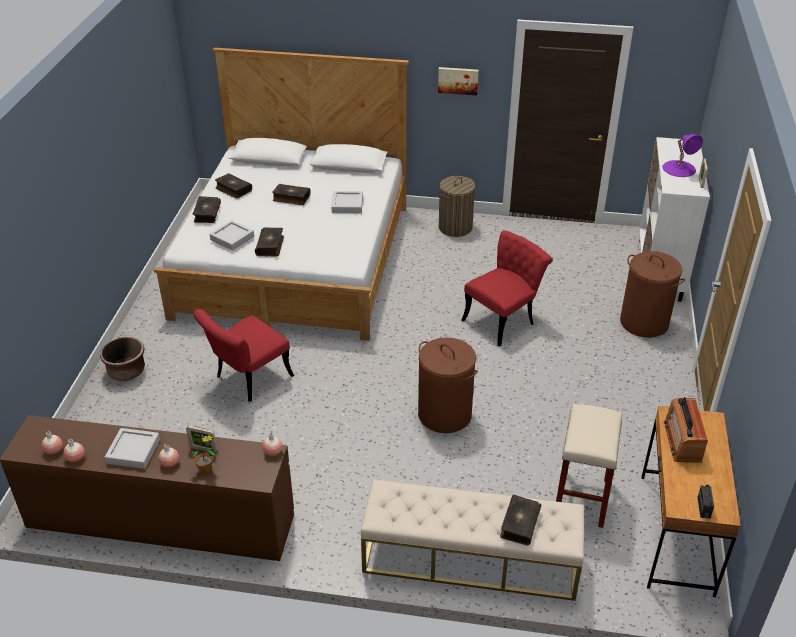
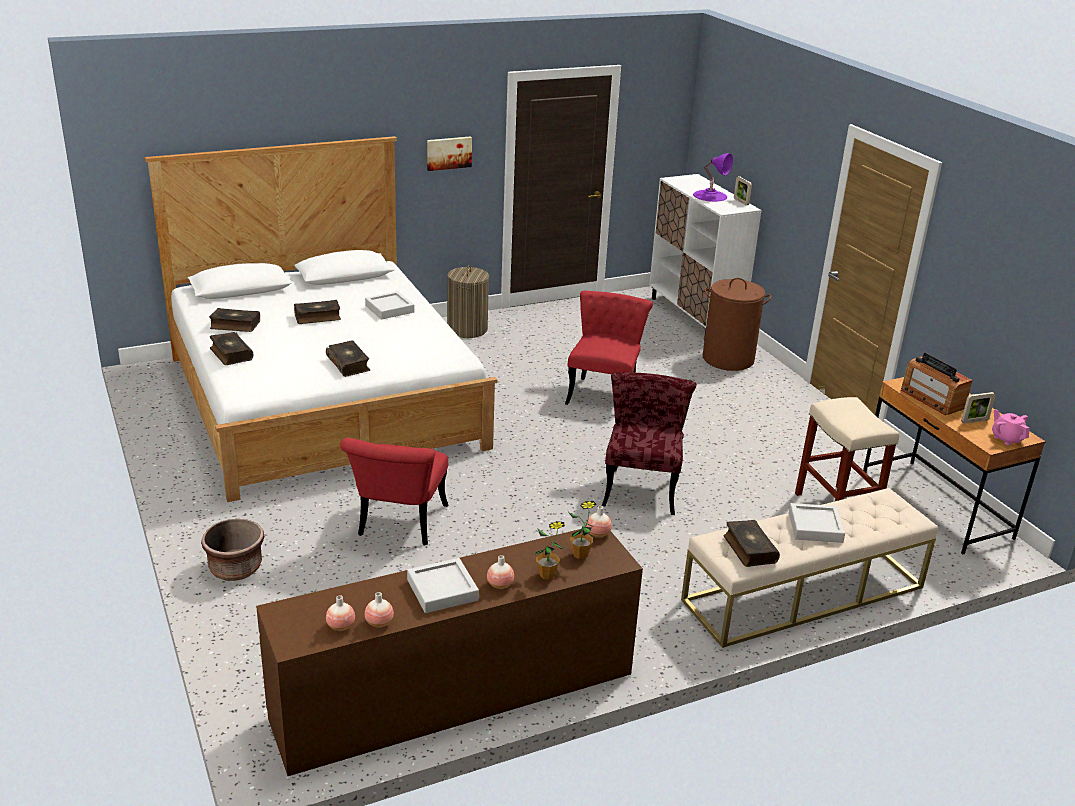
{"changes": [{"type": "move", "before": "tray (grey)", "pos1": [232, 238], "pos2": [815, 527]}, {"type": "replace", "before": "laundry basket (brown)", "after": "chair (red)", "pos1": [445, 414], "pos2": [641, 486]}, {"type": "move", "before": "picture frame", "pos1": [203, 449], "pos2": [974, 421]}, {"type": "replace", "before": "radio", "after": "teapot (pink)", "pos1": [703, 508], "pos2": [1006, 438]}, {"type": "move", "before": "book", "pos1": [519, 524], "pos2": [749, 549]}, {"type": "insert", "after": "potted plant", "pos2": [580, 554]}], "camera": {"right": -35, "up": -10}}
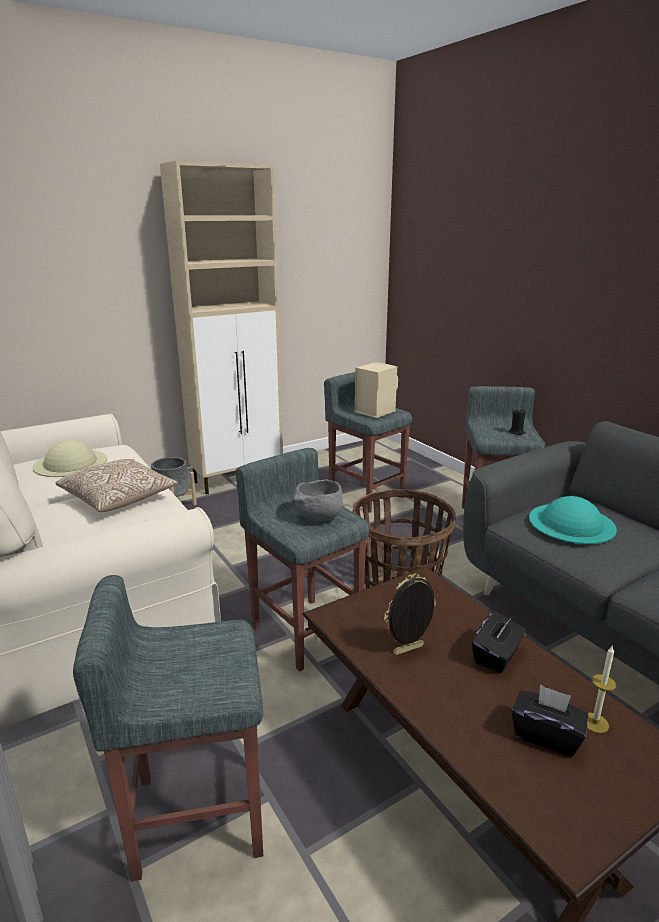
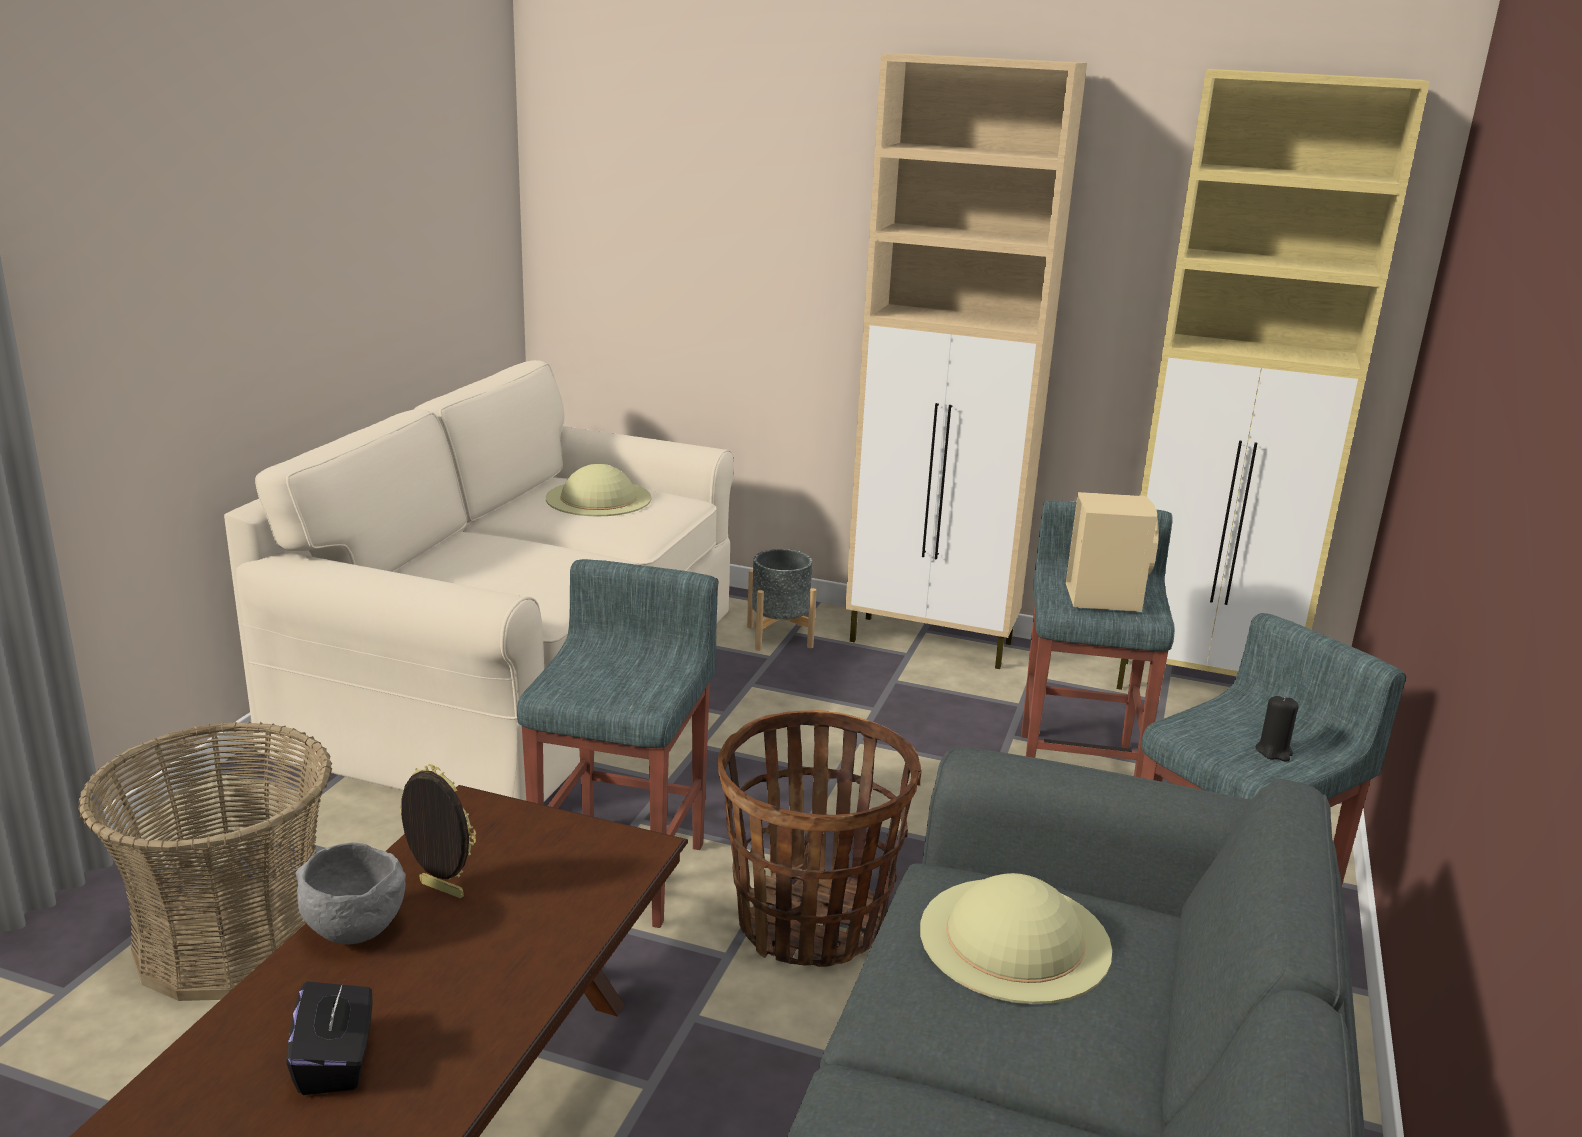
{"changes": [{"type": "delete", "before": "pillow", "pos1": [119, 499]}, {"type": "move", "before": "bowl (grey)", "pos1": [318, 518], "pos2": [352, 929]}, {"type": "recolor", "before": "hat (turquoise)", "after": "hat (beige)", "pos1": [571, 523], "pos2": [1015, 938]}, {"type": "replace", "before": "stool (grey)", "after": "basket", "pos1": [195, 815], "pos2": [232, 939]}, {"type": "delete", "before": "tissue box (black)", "pos1": [497, 656]}, {"type": "delete", "before": "candle", "pos1": [595, 722]}, {"type": "insert", "after": "cabinet (beige)", "pos2": [1203, 690]}], "camera": {"right": 50, "up": 0}}
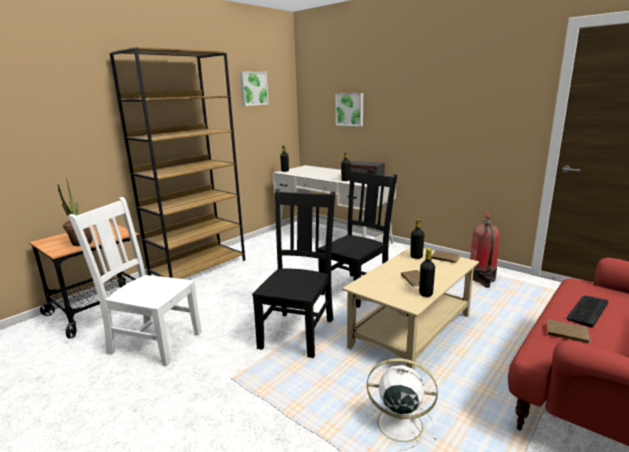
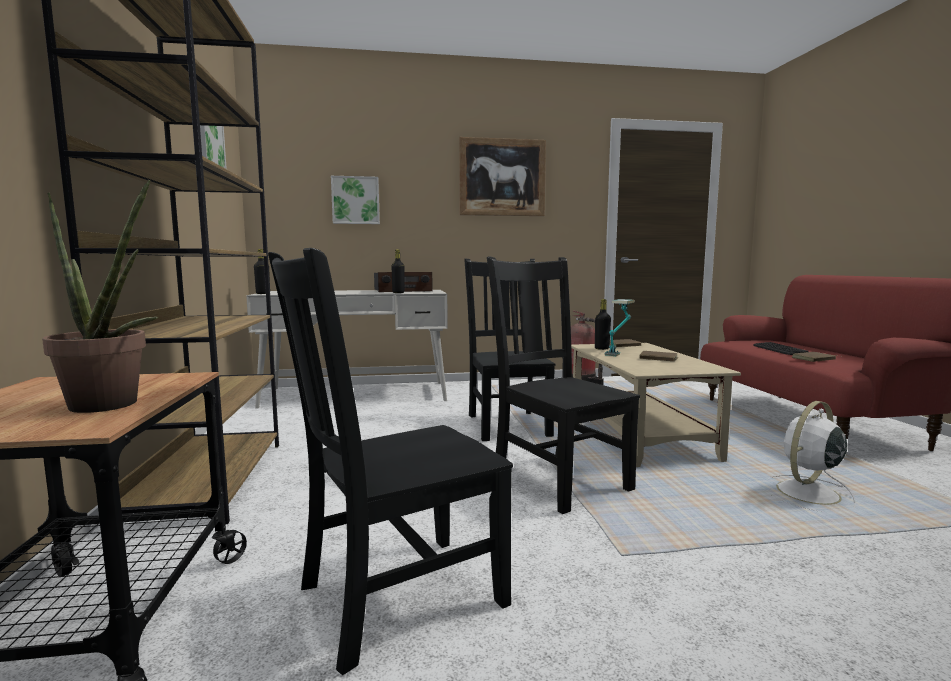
{"changes": [{"type": "recolor", "before": "chair (white)", "after": "chair (black)", "pos1": [153, 342], "pos2": [395, 597]}, {"type": "delete", "before": "bottle (black)", "pos1": [426, 294]}, {"type": "insert", "after": "picture", "pos2": [502, 177]}, {"type": "insert", "after": "table lamp", "pos2": [618, 352]}], "camera": {"right": -50, "up": -10}}
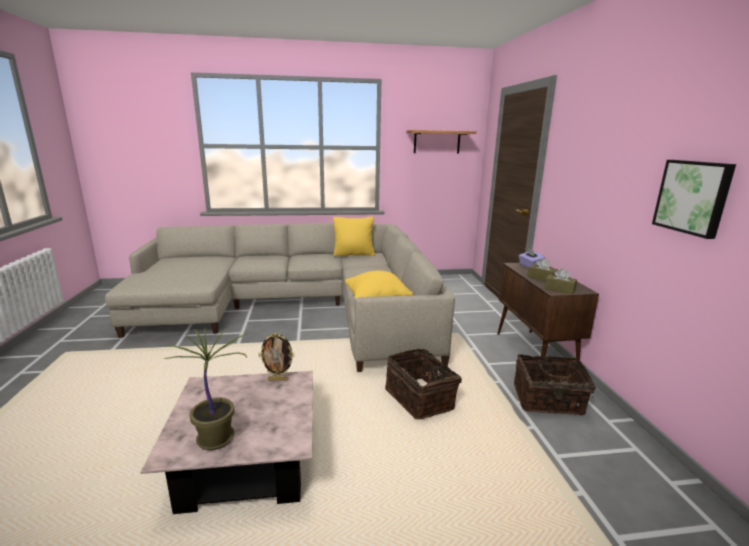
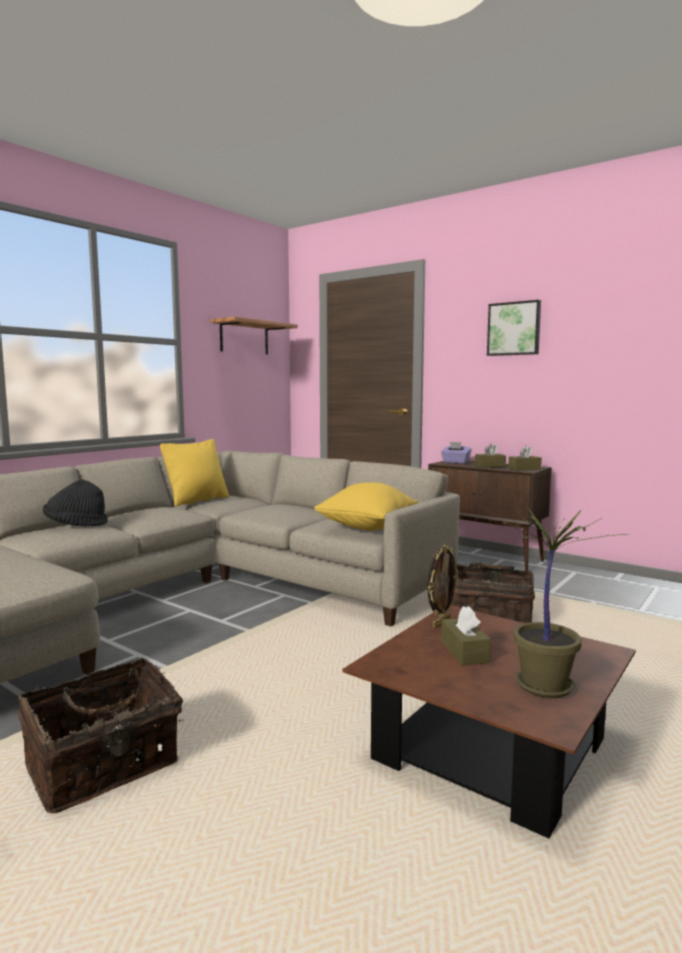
{"changes": [{"type": "move", "before": "picture", "pos1": [693, 197], "pos2": [514, 329]}, {"type": "move", "before": "basket", "pos1": [548, 400], "pos2": [104, 766]}, {"type": "recolor", "before": "coffee table (pink)", "after": "coffee table (brown)", "pos1": [247, 463], "pos2": [490, 749]}, {"type": "insert", "after": "hat (black)", "pos2": [76, 525]}, {"type": "insert", "after": "tissue box (brown)", "pos2": [464, 651]}], "camera": {"right": -45, "up": -10}}
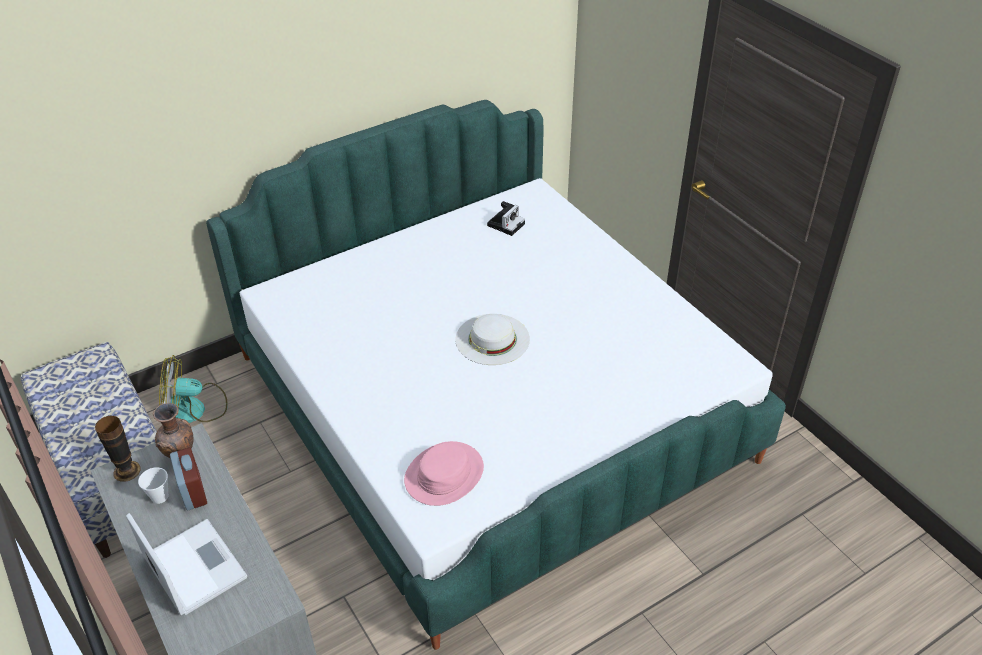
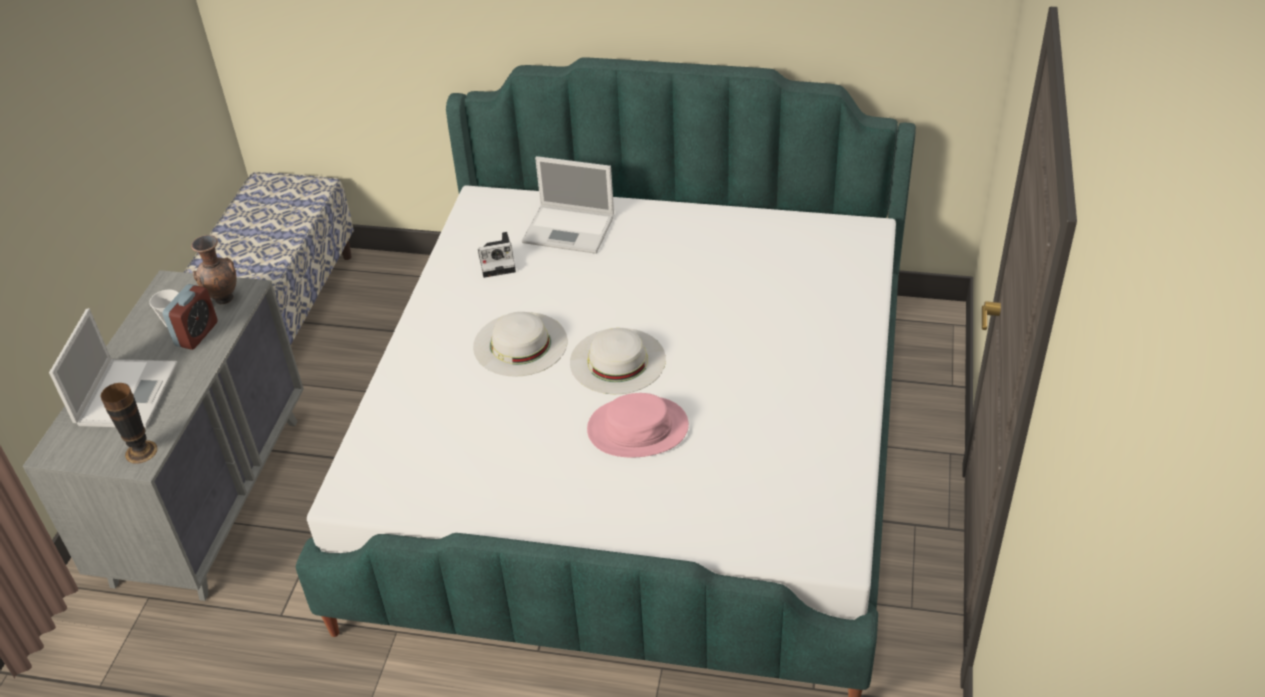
{"changes": [{"type": "move", "before": "photo camera", "pos1": [506, 224], "pos2": [498, 261]}, {"type": "delete", "before": "fan", "pos1": [195, 408]}, {"type": "move", "before": "vase", "pos1": [127, 471], "pos2": [141, 451]}, {"type": "move", "before": "hat (pink)", "pos1": [444, 474], "pos2": [637, 428]}, {"type": "insert", "after": "laptop", "pos2": [570, 229]}, {"type": "insert", "after": "hat (white)", "pos2": [520, 344]}], "camera": {"right": 45, "up": 0}}
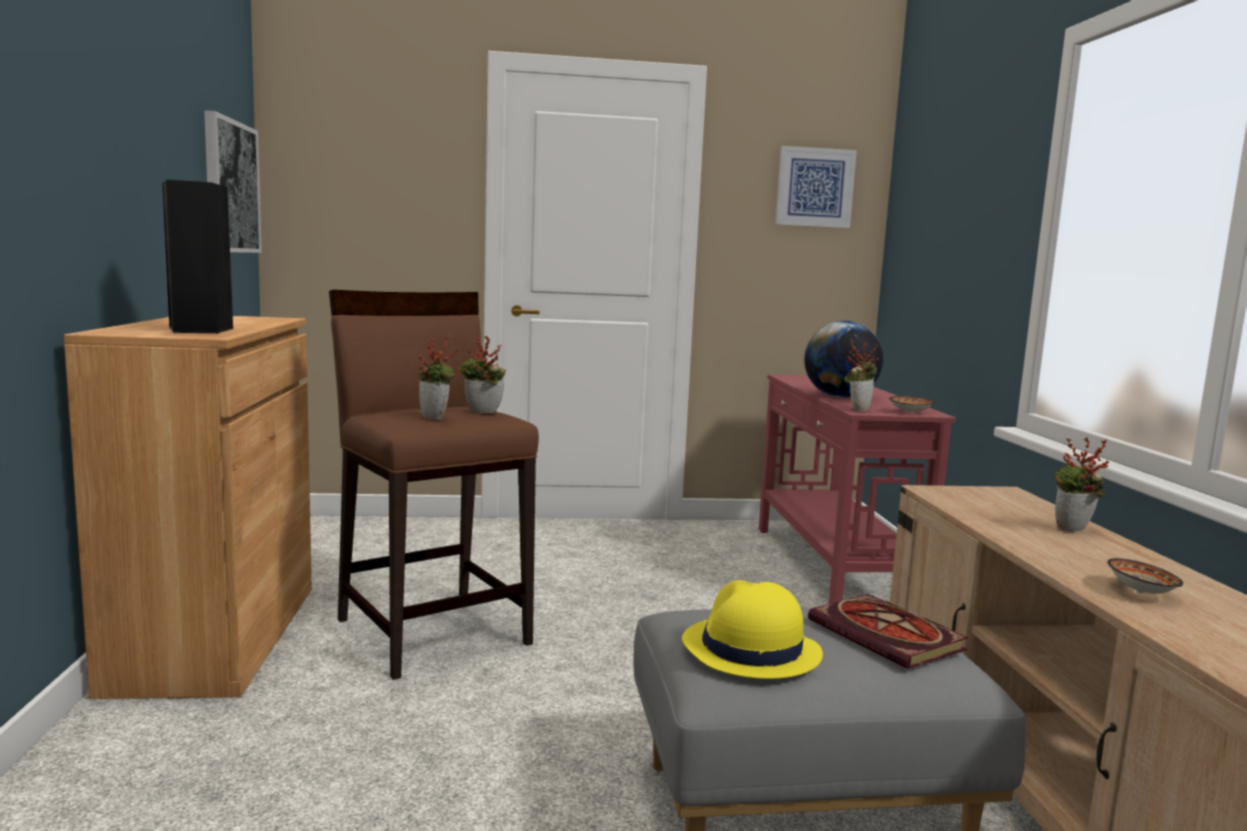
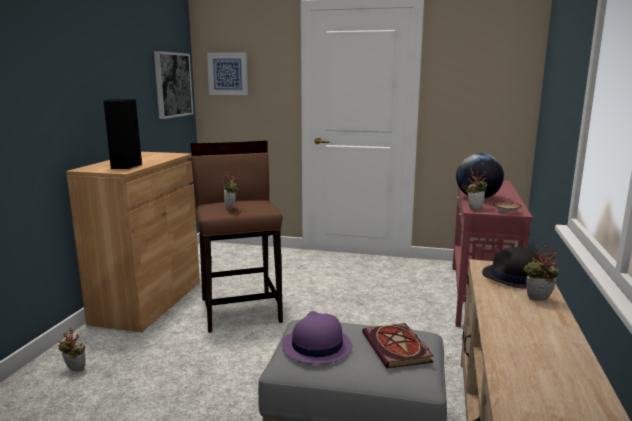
{"changes": [{"type": "move", "before": "picture", "pos1": [814, 187], "pos2": [228, 74]}, {"type": "move", "before": "potted plant", "pos1": [482, 412], "pos2": [74, 370]}, {"type": "delete", "before": "bowl", "pos1": [1141, 592]}, {"type": "recolor", "before": "hat (yellow)", "after": "hat (purple)", "pos1": [750, 650], "pos2": [316, 346]}, {"type": "insert", "after": "hat (black)", "pos2": [515, 277]}], "camera": {"right": 20, "up": 5}}
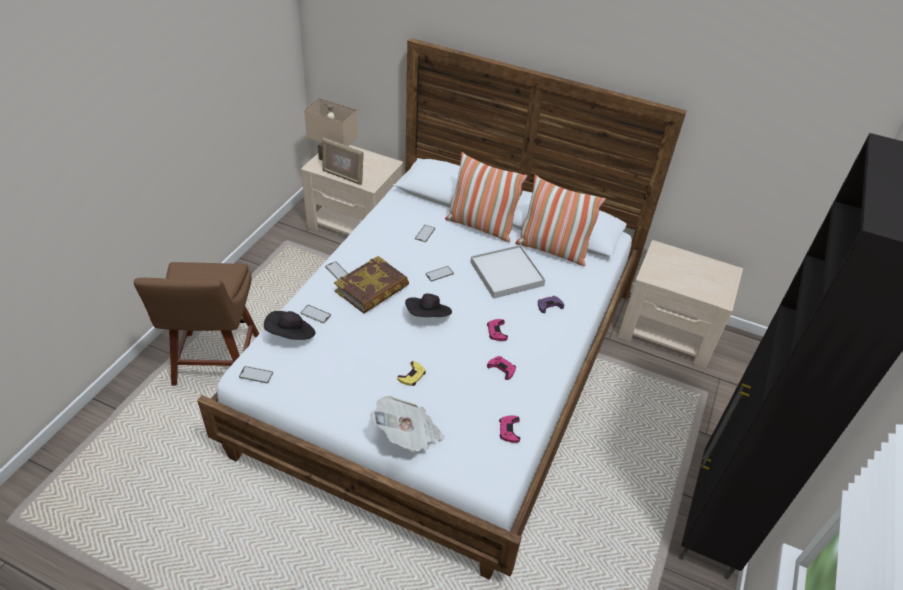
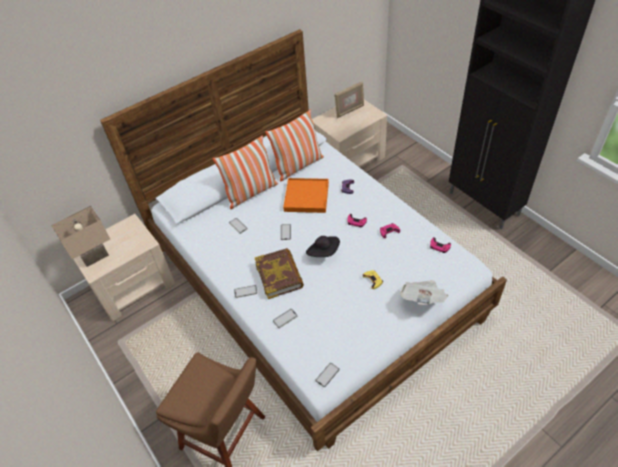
{"changes": [{"type": "move", "before": "picture frame", "pos1": [343, 177], "pos2": [349, 111]}, {"type": "recolor", "before": "tray (white)", "after": "tray (orange)", "pos1": [506, 273], "pos2": [306, 197]}, {"type": "delete", "before": "hat (black)", "pos1": [291, 335]}], "camera": {"right": -55, "up": 5}}
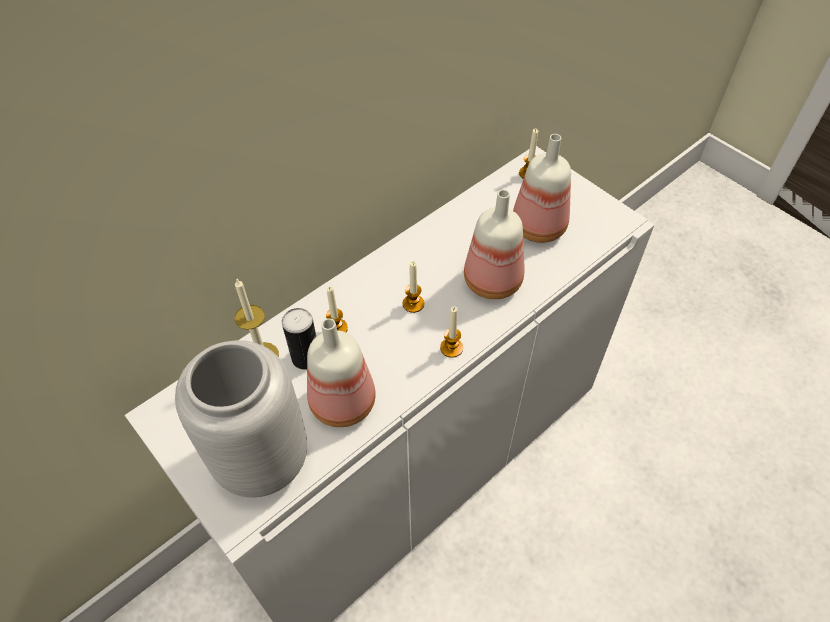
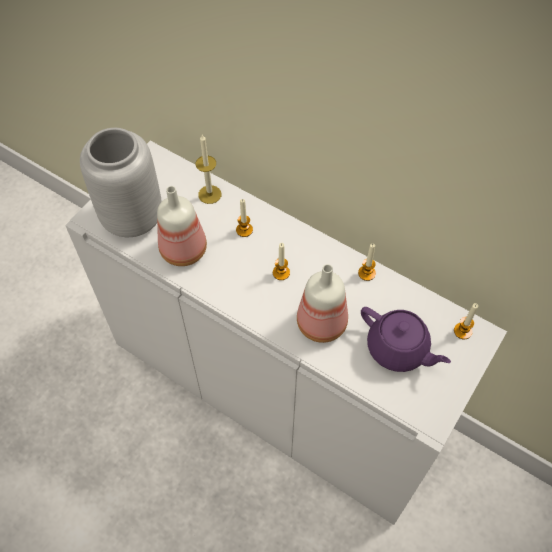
{"changes": [{"type": "replace", "before": "bottle", "after": "teapot (purple)", "pos1": [538, 226], "pos2": [398, 349]}, {"type": "move", "before": "candle", "pos1": [451, 348], "pos2": [366, 273]}, {"type": "delete", "before": "can", "pos1": [306, 357]}], "camera": {"right": 75, "up": 5}}
